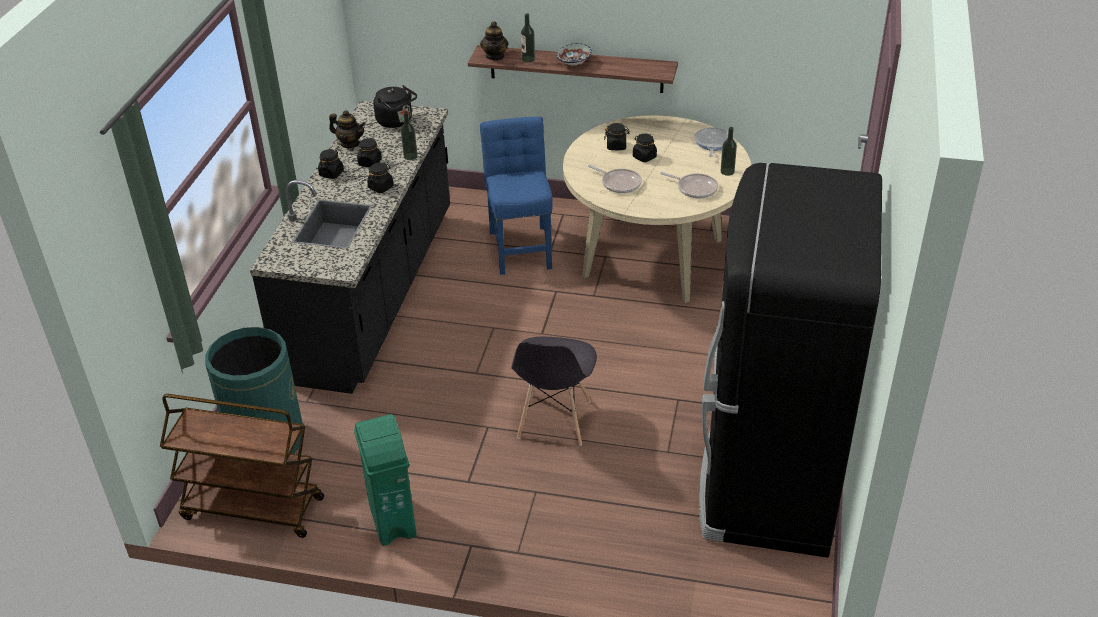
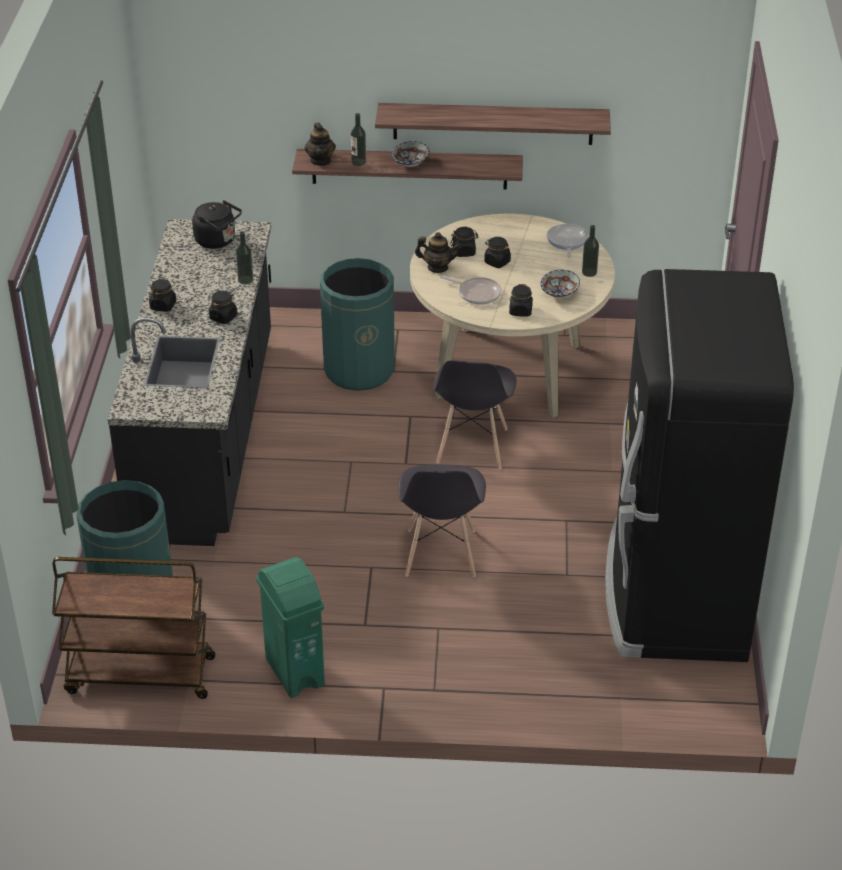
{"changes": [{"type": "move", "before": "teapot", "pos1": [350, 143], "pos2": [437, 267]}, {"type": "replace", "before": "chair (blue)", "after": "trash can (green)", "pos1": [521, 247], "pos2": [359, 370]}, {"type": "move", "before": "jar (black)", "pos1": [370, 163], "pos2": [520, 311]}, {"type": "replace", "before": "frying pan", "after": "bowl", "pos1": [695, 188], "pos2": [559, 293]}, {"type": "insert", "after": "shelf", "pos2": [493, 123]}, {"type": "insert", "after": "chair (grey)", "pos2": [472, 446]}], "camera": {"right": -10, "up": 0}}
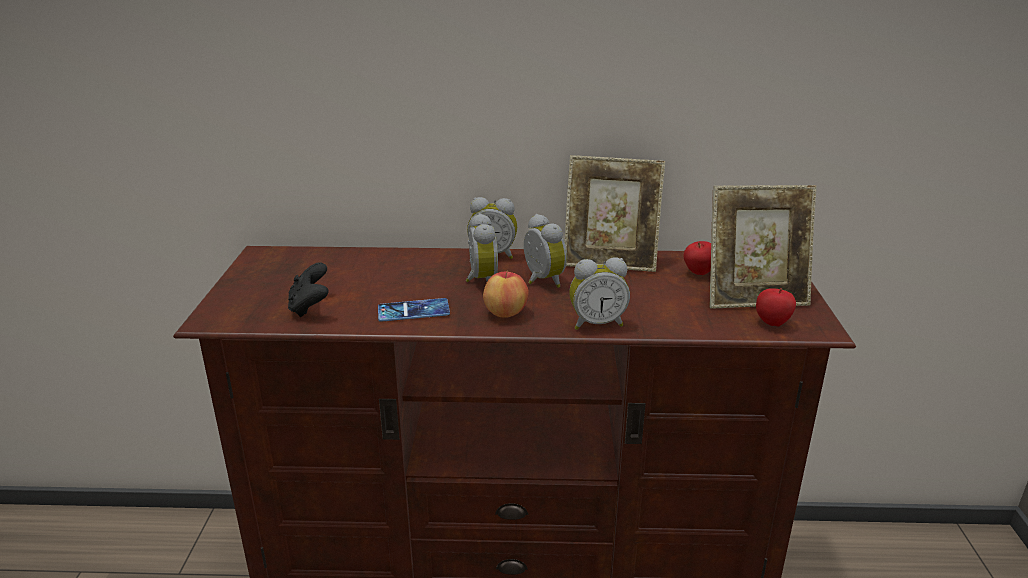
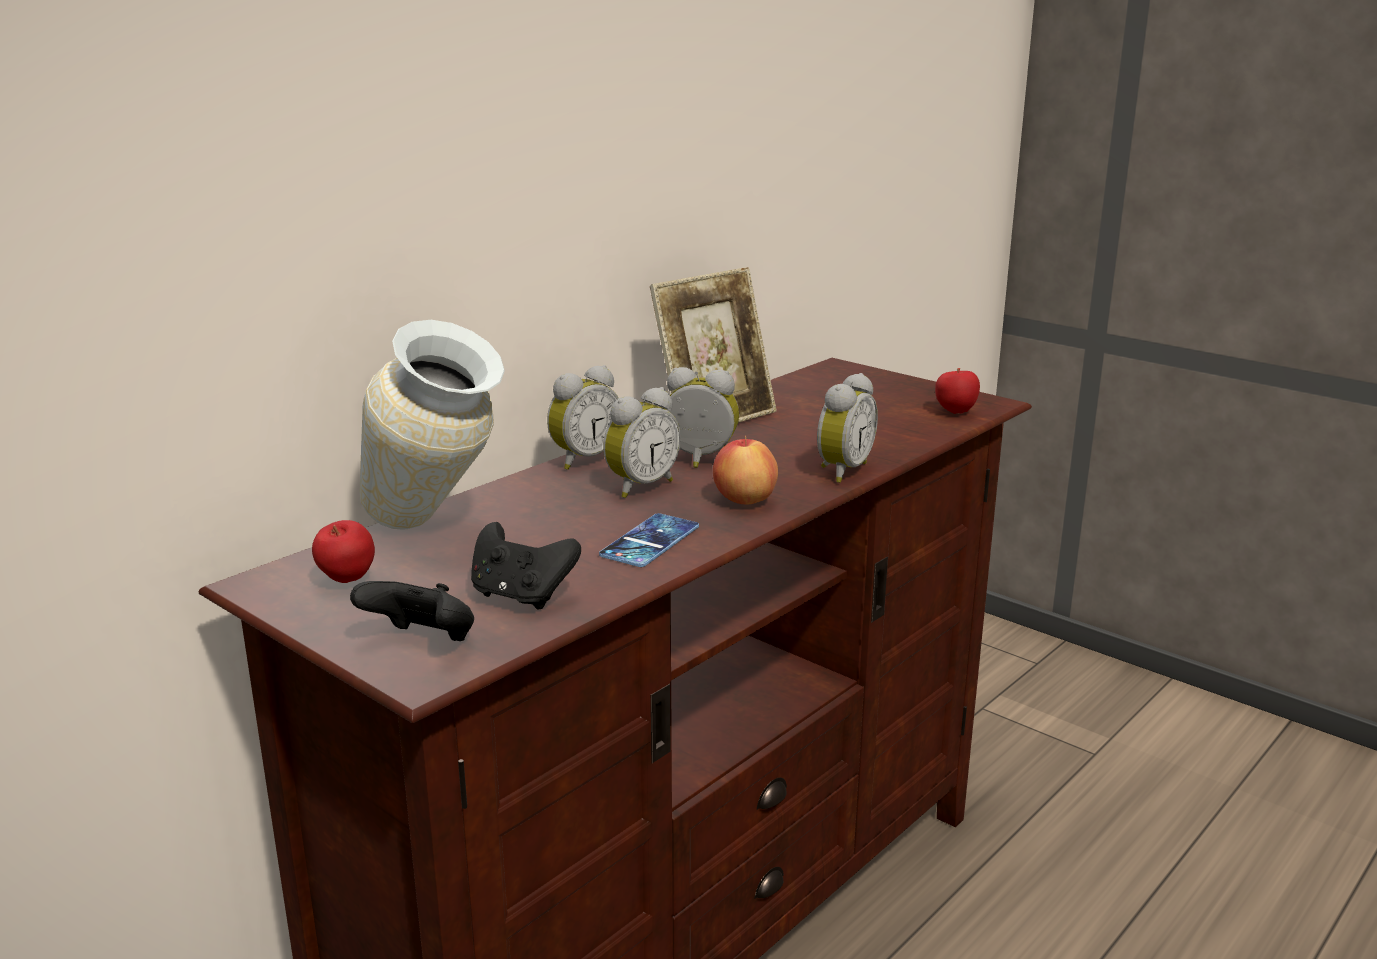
{"changes": [{"type": "delete", "before": "picture frame", "pos1": [754, 298]}, {"type": "rotate", "before": "alarm clock", "pos1": [480, 281], "pos2": [639, 486], "turn": 105}, {"type": "move", "before": "apple", "pos1": [698, 274], "pos2": [346, 581]}, {"type": "insert", "after": "vase", "pos2": [436, 536]}, {"type": "insert", "after": "game controller (black)", "pos2": [422, 642]}], "camera": {"right": -50, "up": -5}}
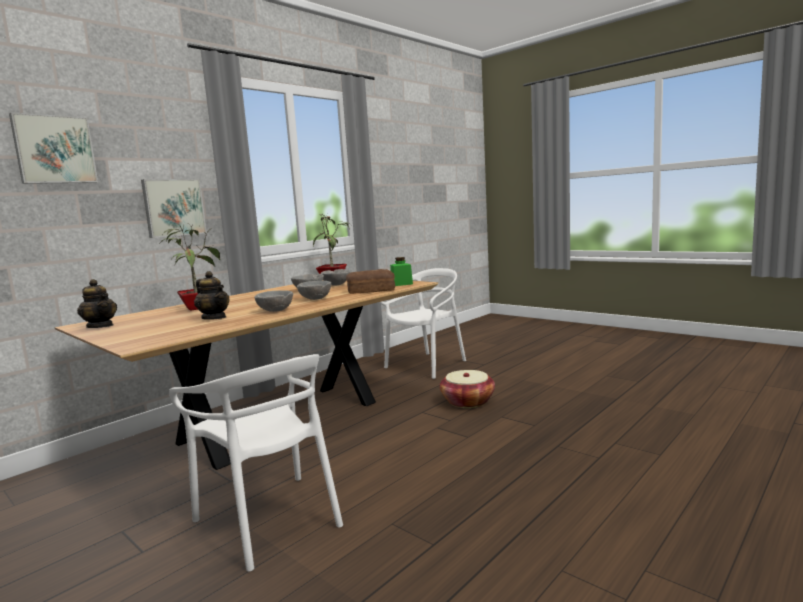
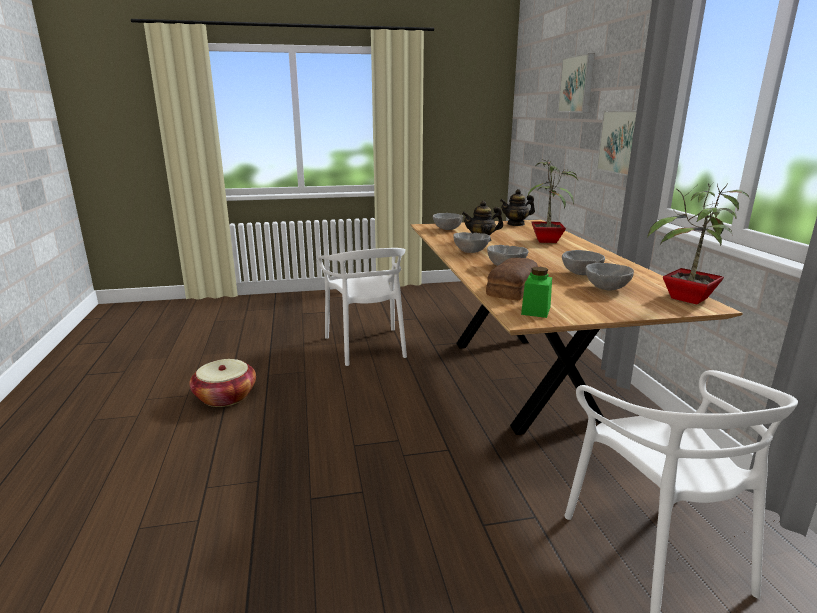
{"changes": [{"type": "rotate", "before": "chair (white)", "pos1": [270, 520], "pos2": [367, 346], "turn": -105}, {"type": "move", "before": "basket", "pos1": [467, 401], "pos2": [225, 396]}, {"type": "insert", "after": "bowl (grey)", "pos2": [447, 229]}], "camera": {"right": 125, "up": 10}}
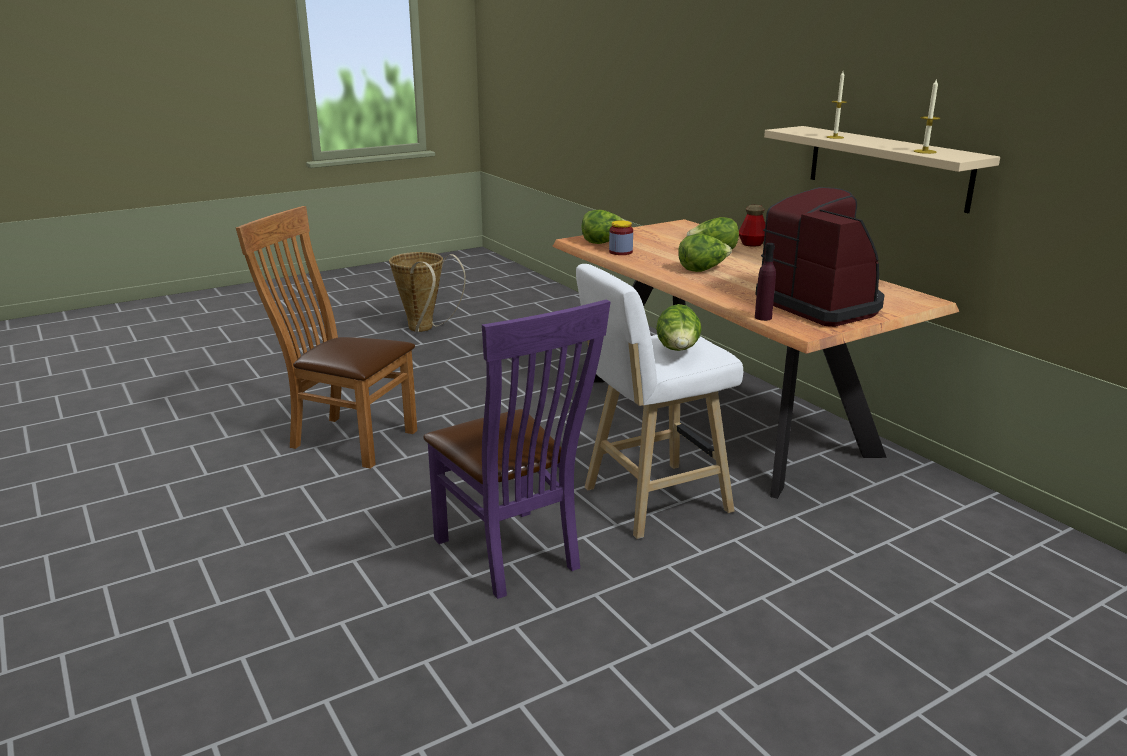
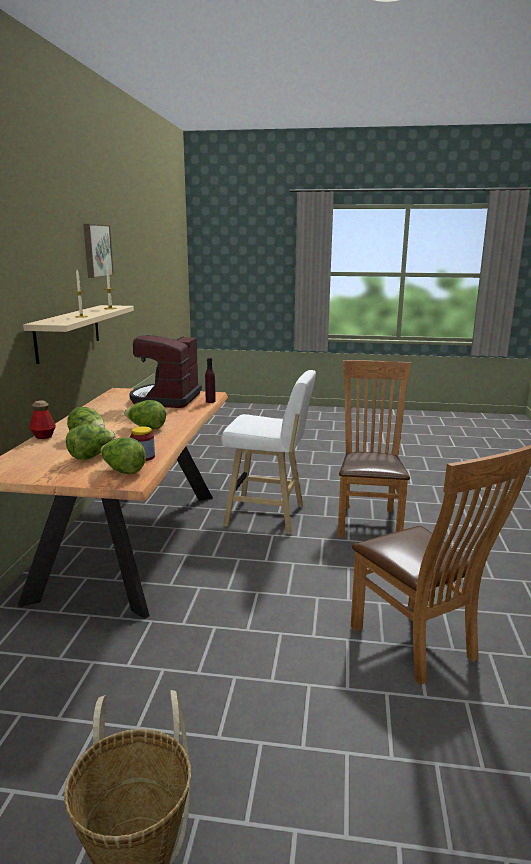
{"changes": [{"type": "recolor", "before": "chair (purple)", "after": "chair (brown)", "pos1": [513, 556], "pos2": [368, 520]}, {"type": "move", "before": "lettuce", "pos1": [678, 351], "pos2": [91, 456]}, {"type": "insert", "after": "picture", "pos2": [96, 250]}], "camera": {"right": -140, "up": -5}}
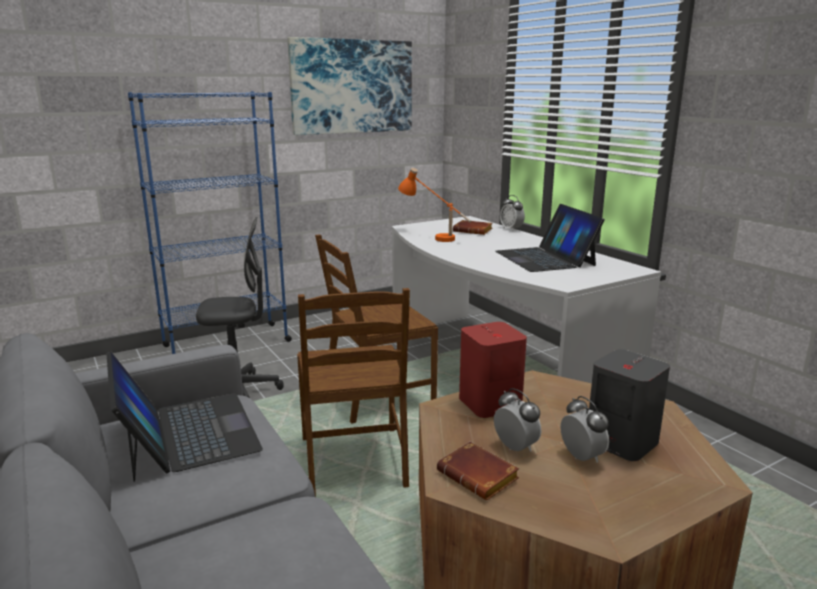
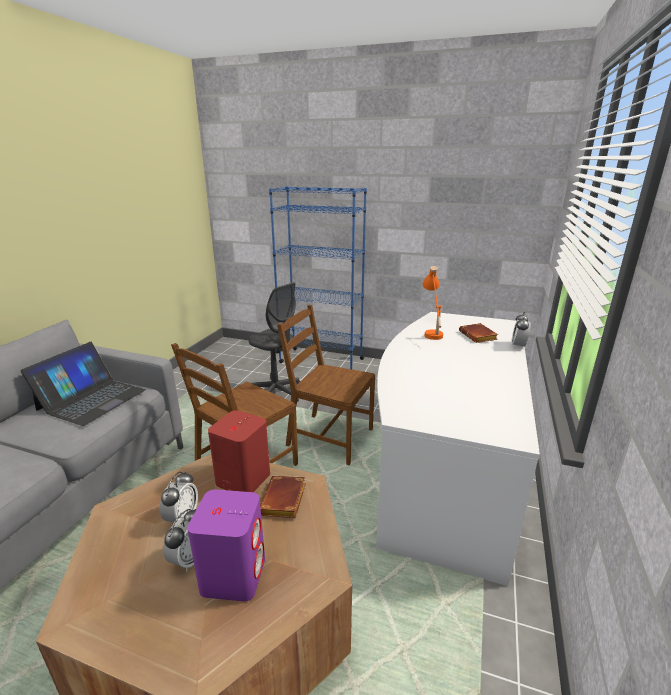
{"changes": [{"type": "delete", "before": "picture", "pos1": [352, 86]}, {"type": "delete", "before": "laptop", "pos1": [545, 258]}, {"type": "recolor", "before": "speaker (grey)", "after": "speaker (purple)", "pos1": [621, 441], "pos2": [233, 574]}, {"type": "move", "before": "book (brown)", "pos1": [480, 476], "pos2": [284, 501]}], "camera": {"right": 50, "up": 5}}
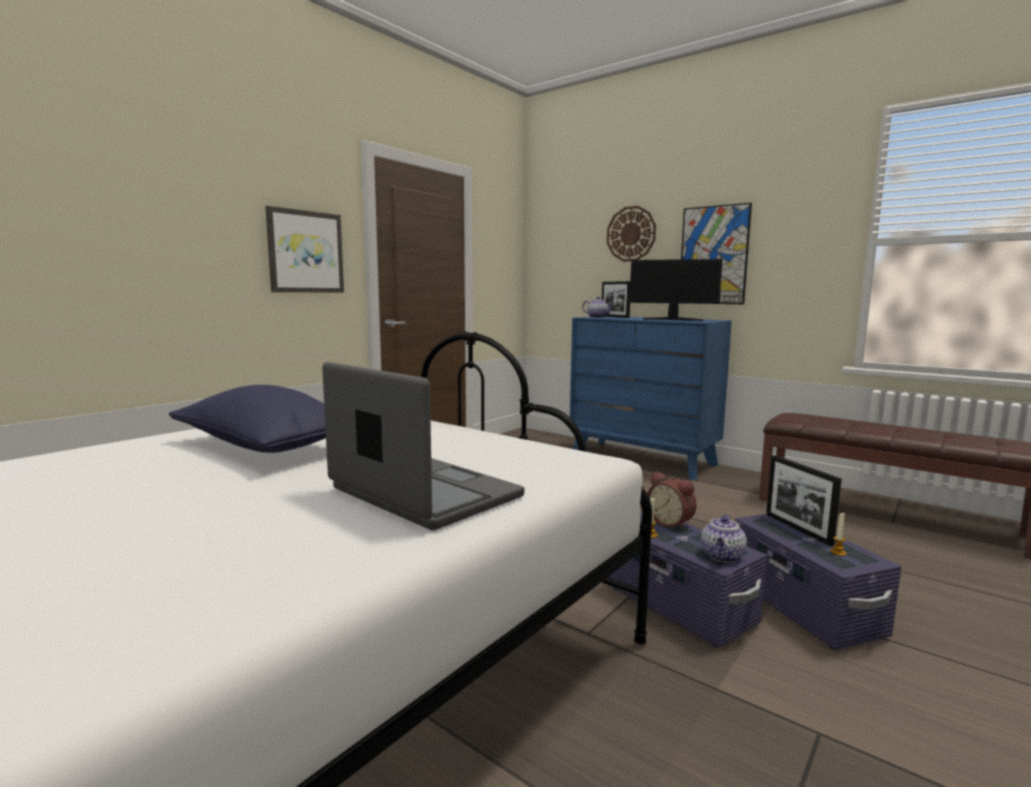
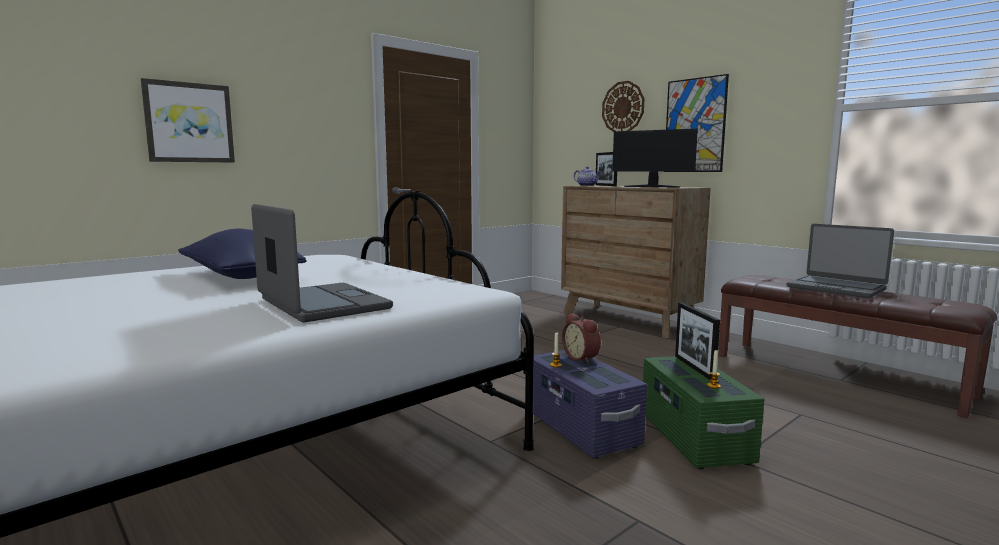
{"changes": [{"type": "move", "before": "picture", "pos1": [305, 252], "pos2": [189, 122]}, {"type": "recolor", "before": "dresser (blue)", "after": "dresser (brown)", "pos1": [642, 459], "pos2": [627, 319]}, {"type": "recolor", "before": "storage box (purple)", "after": "storage box (green)", "pos1": [803, 608], "pos2": [694, 438]}, {"type": "delete", "before": "teapot", "pos1": [722, 556]}, {"type": "insert", "after": "laptop", "pos2": [836, 288]}], "camera": {"right": 10, "up": 0}}
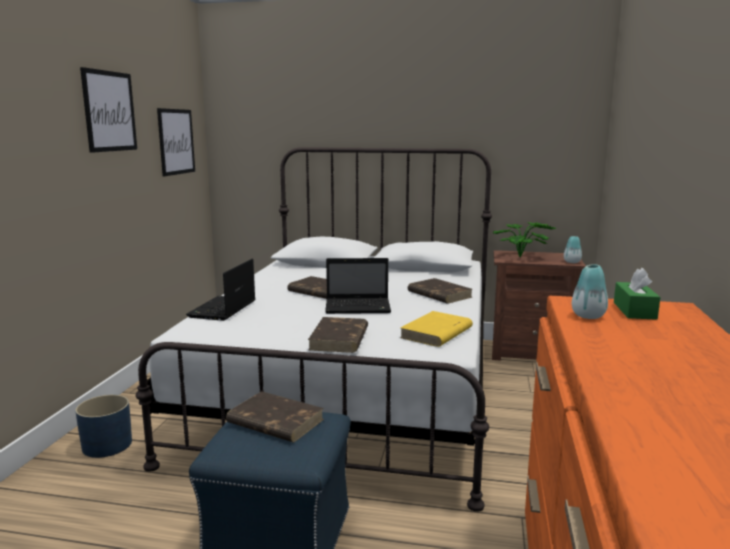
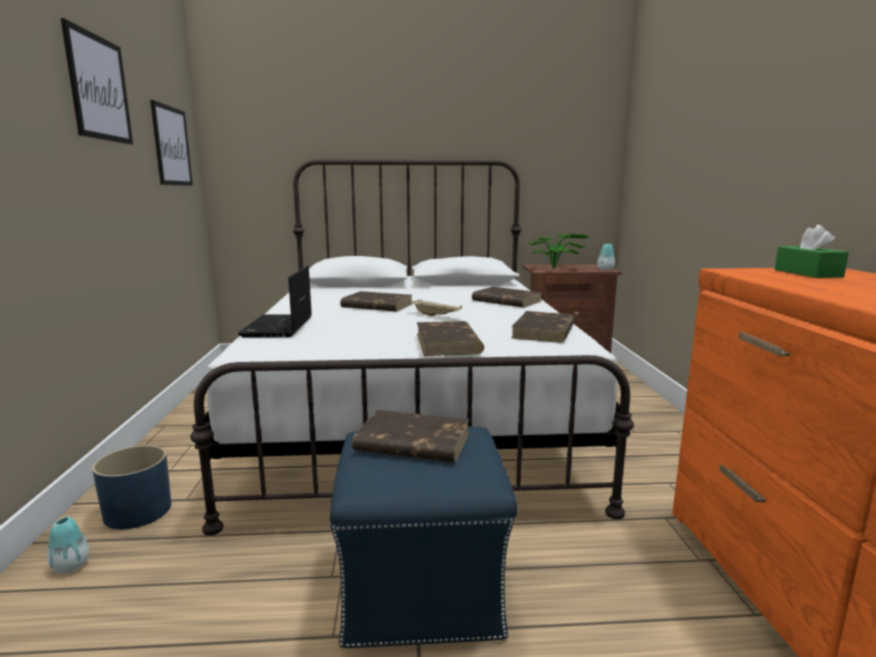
{"changes": [{"type": "replace", "before": "laptop", "after": "tray (beige)", "pos1": [359, 307], "pos2": [436, 316]}, {"type": "move", "before": "vase", "pos1": [588, 316], "pos2": [71, 566]}, {"type": "recolor", "before": "book (yellow)", "after": "book (brown)", "pos1": [436, 333], "pos2": [544, 331]}], "camera": {"right": -15, "up": 0}}
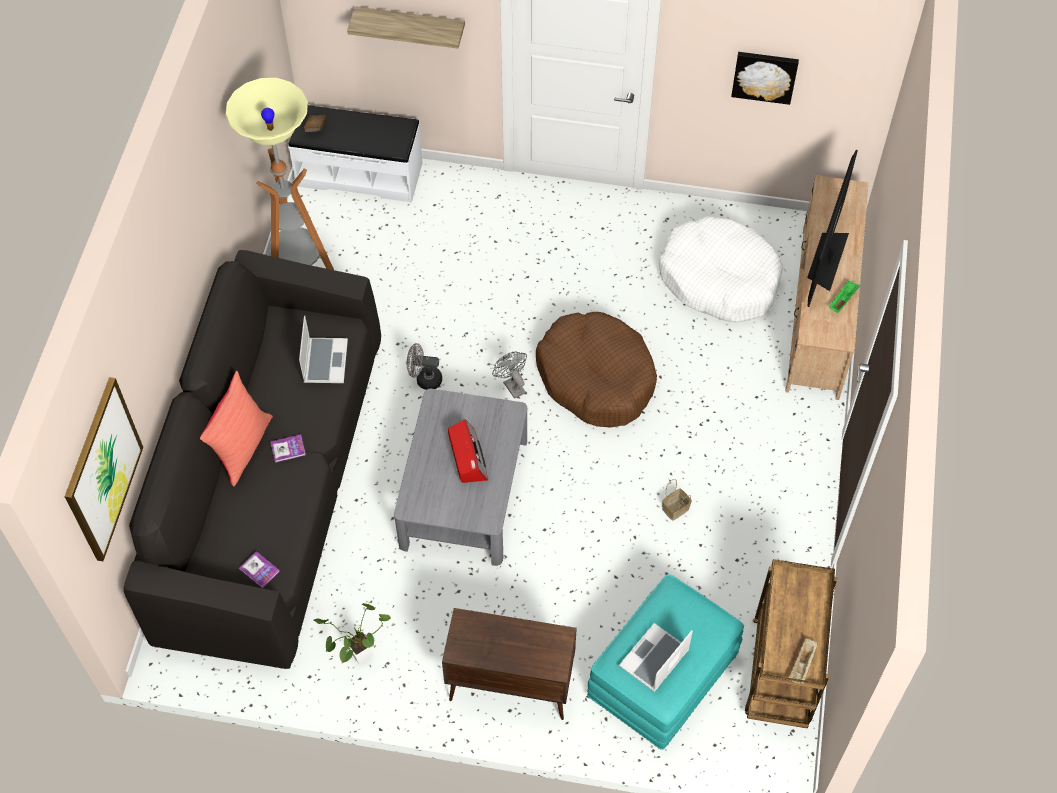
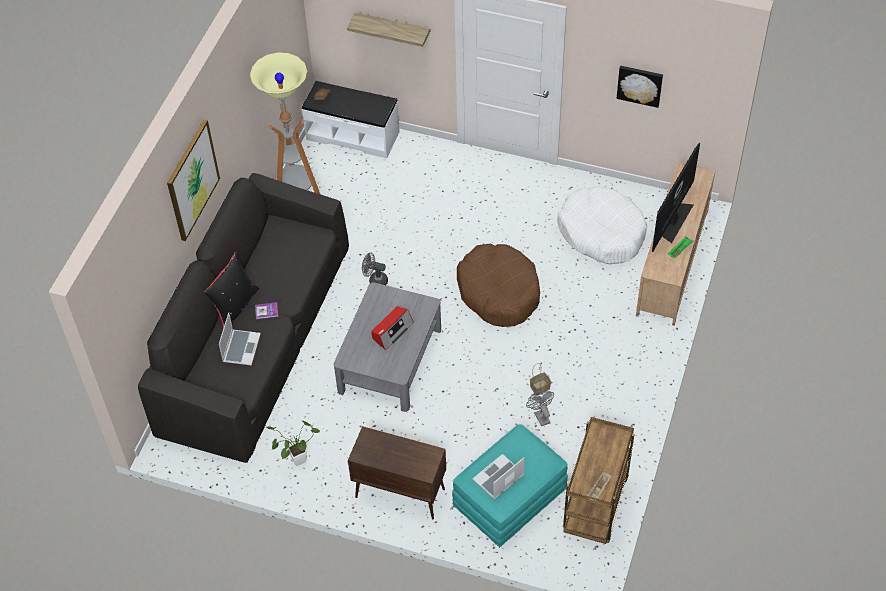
{"changes": [{"type": "move", "before": "laptop", "pos1": [324, 361], "pos2": [241, 347]}, {"type": "move", "before": "fan (grey)", "pos1": [512, 385], "pos2": [540, 415]}, {"type": "recolor", "before": "pillow (red)", "after": "pillow (black)", "pos1": [242, 447], "pos2": [235, 306]}, {"type": "move", "before": "picture", "pos1": [103, 470], "pos2": [192, 180]}, {"type": "rotate", "before": "radio", "pos1": [467, 457], "pos2": [392, 331], "turn": 45}, {"type": "delete", "before": "book", "pos1": [259, 570]}], "camera": {"right": 10, "up": -5}}
